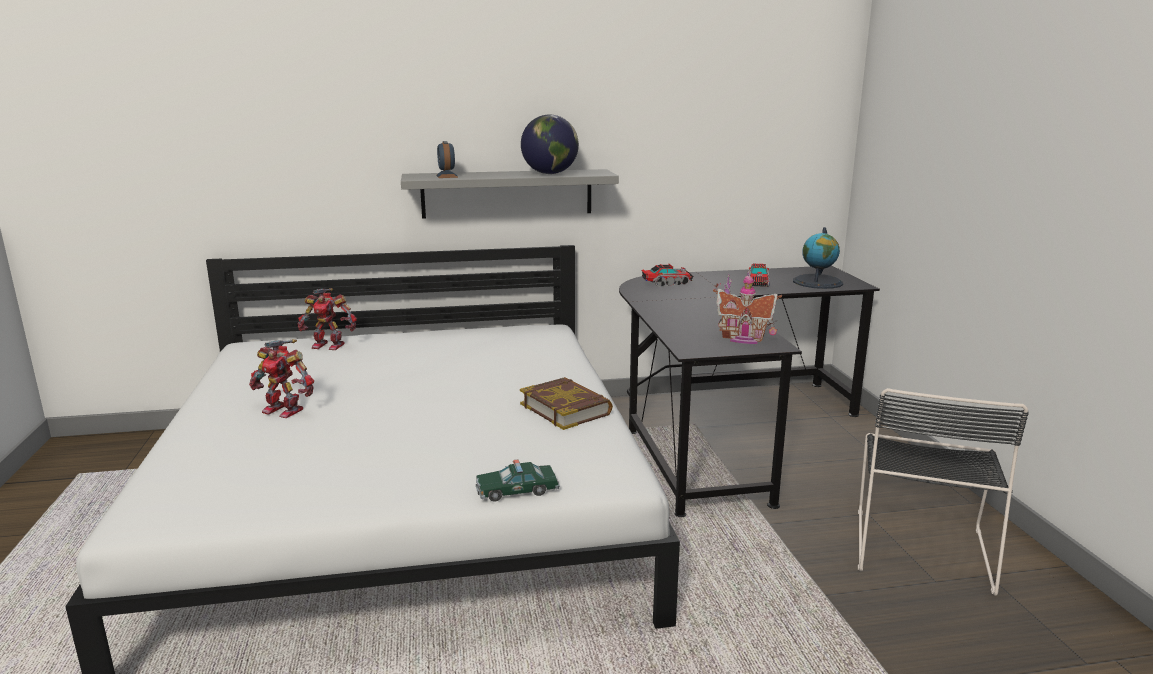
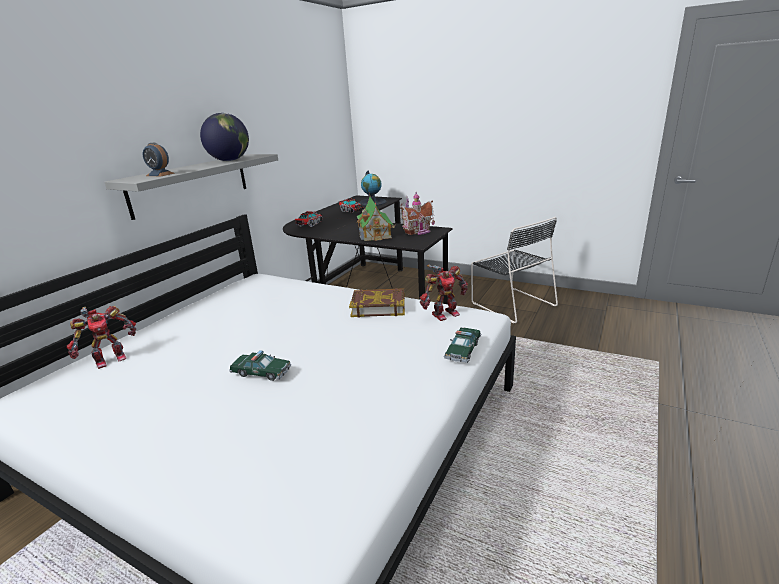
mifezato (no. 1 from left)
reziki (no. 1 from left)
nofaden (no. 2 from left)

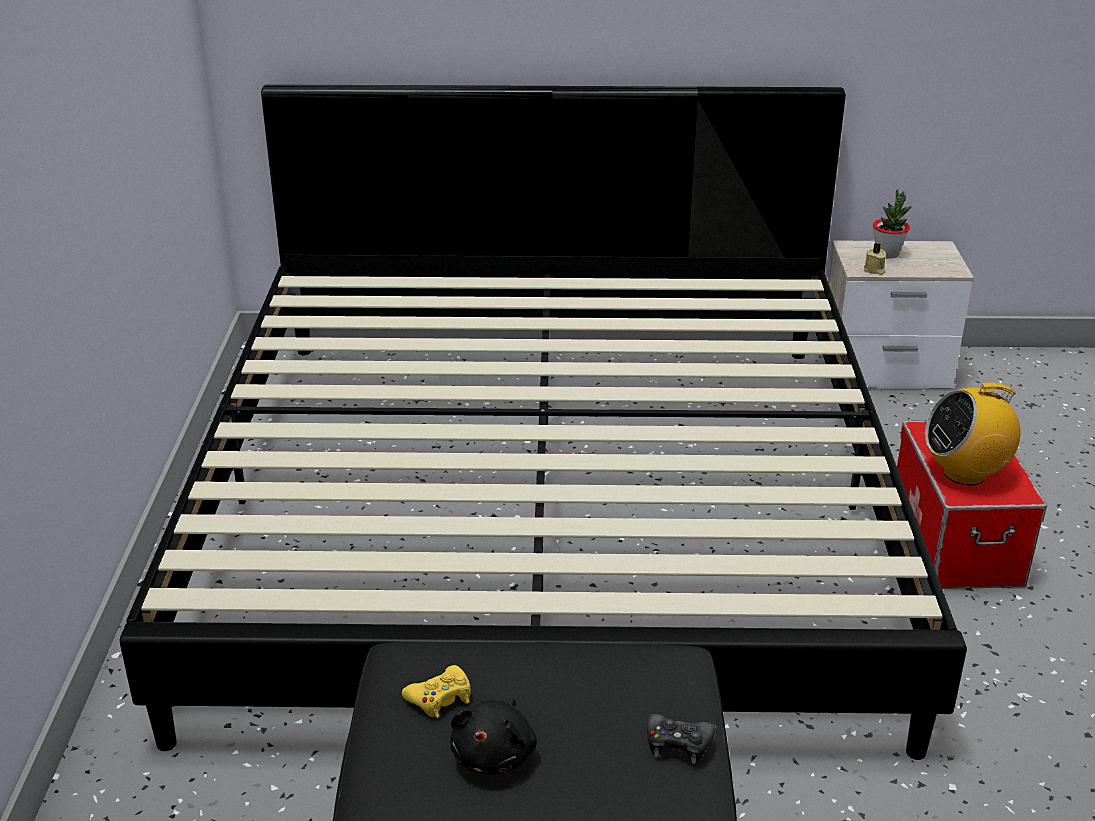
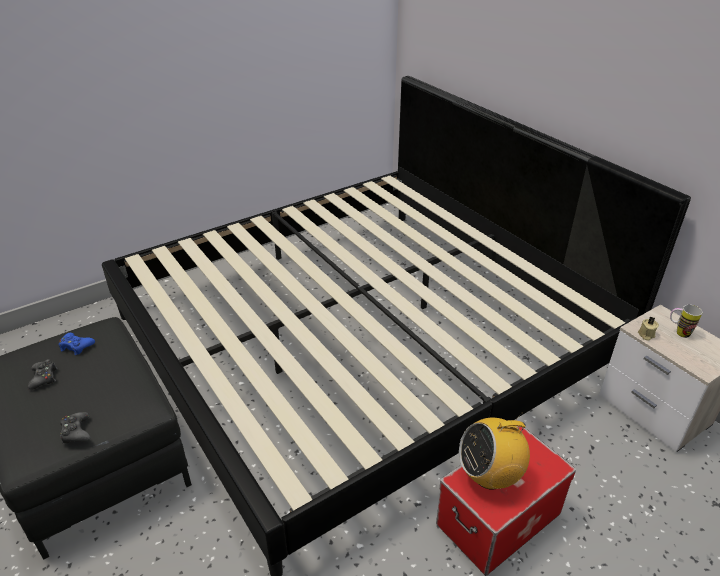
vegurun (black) (no. 1 from left)
vegurun (blue)
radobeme
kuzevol

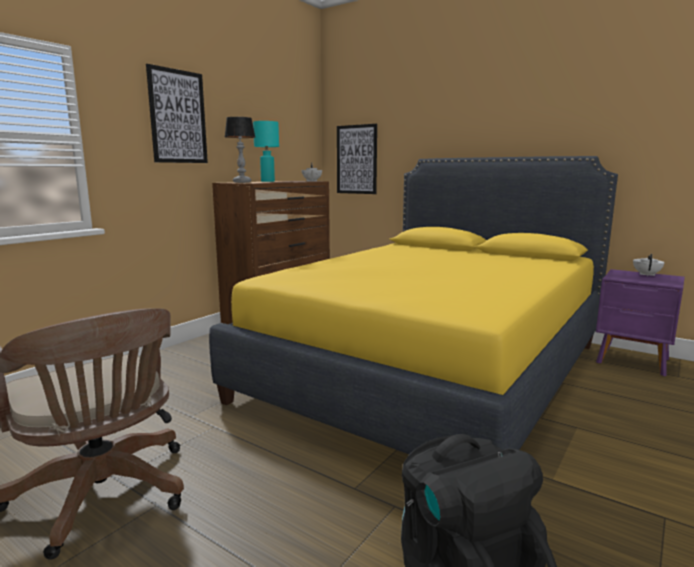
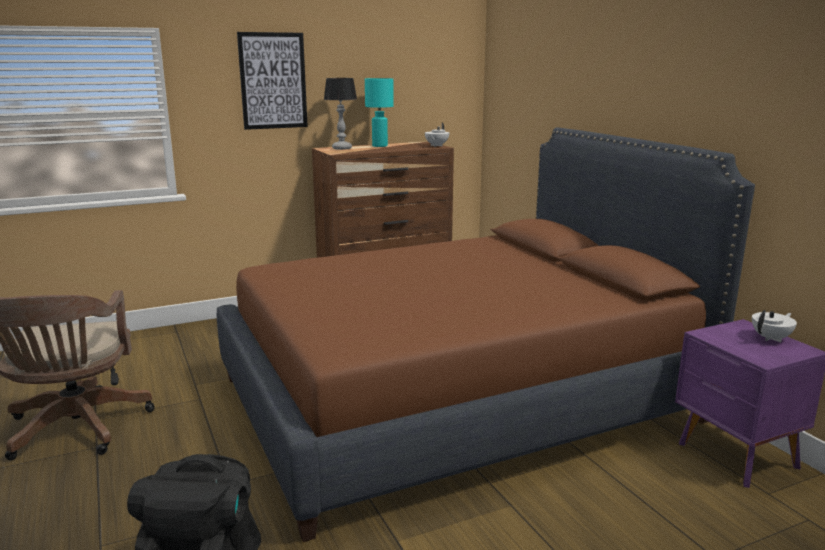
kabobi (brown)
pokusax (no. 2 from left in the first image)

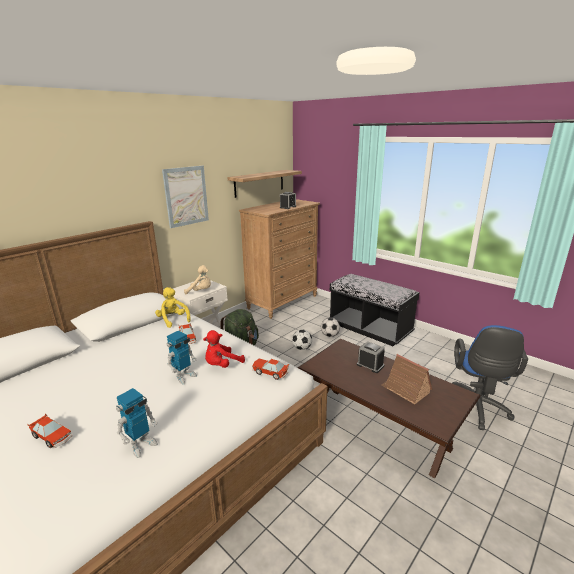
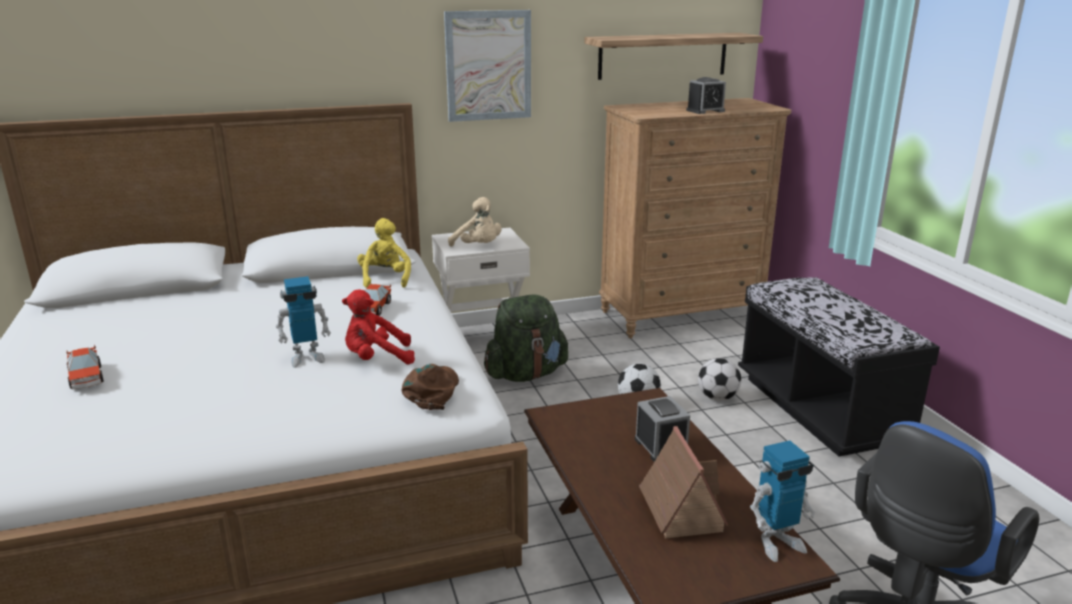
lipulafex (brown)
nofaden (no. 2 from left)

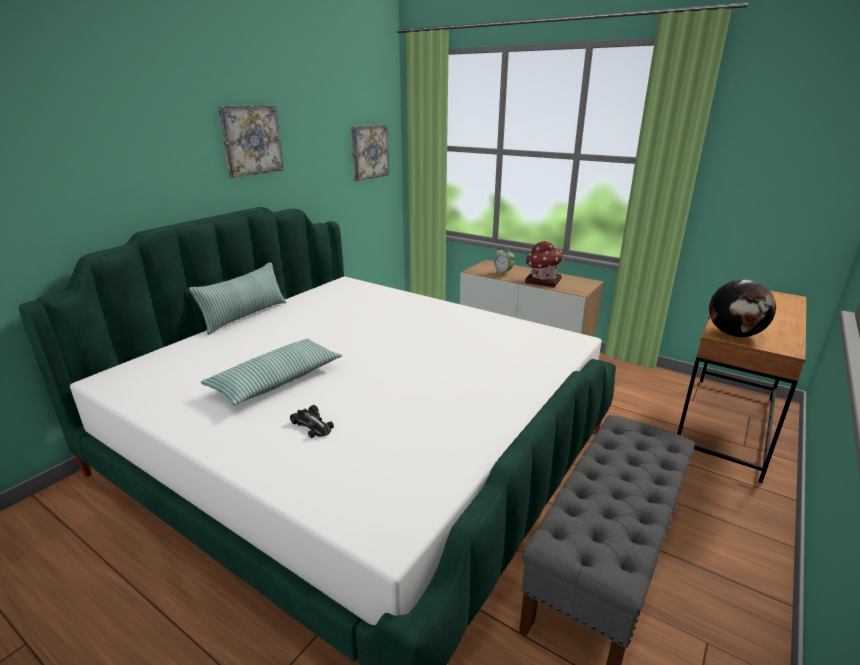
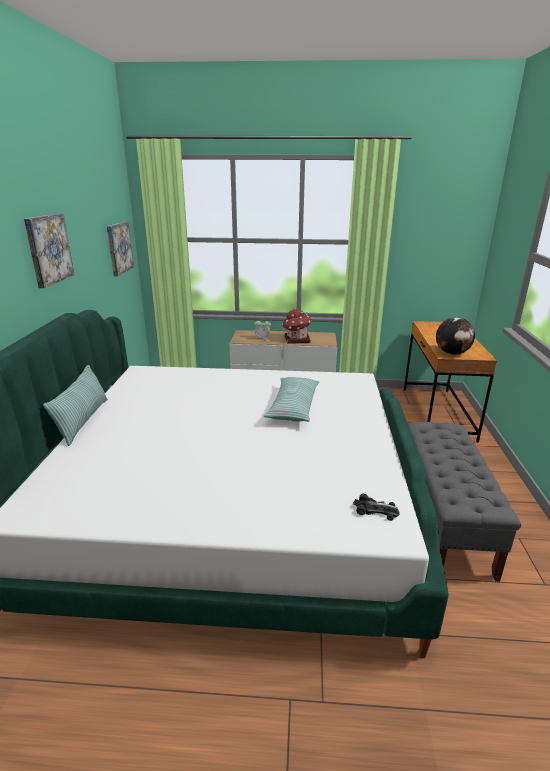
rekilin (no. 2 from left)
mifezato

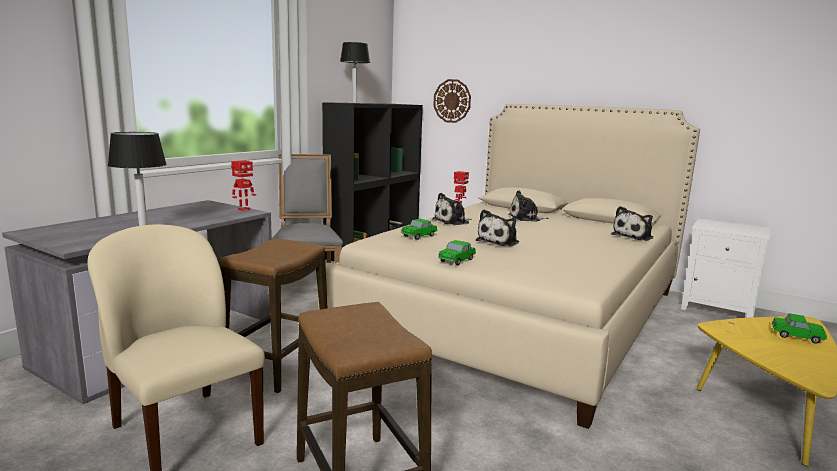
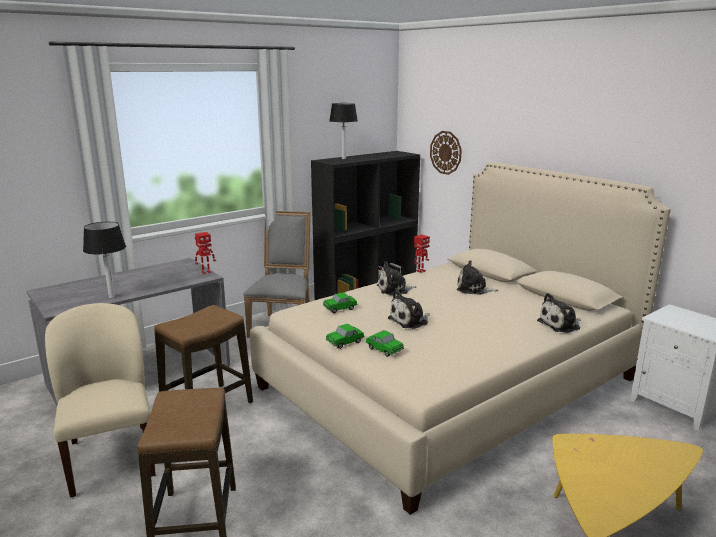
mifezato (no. 3 from left)

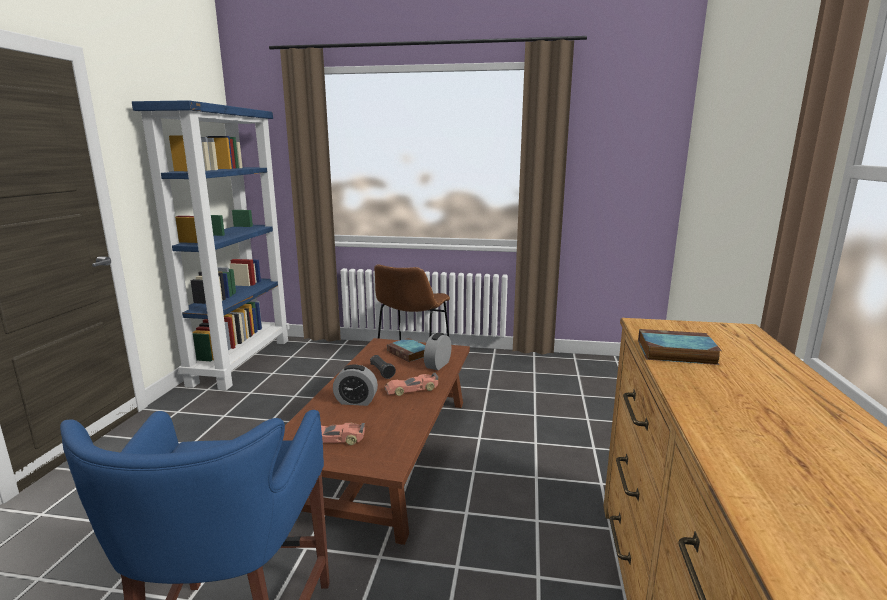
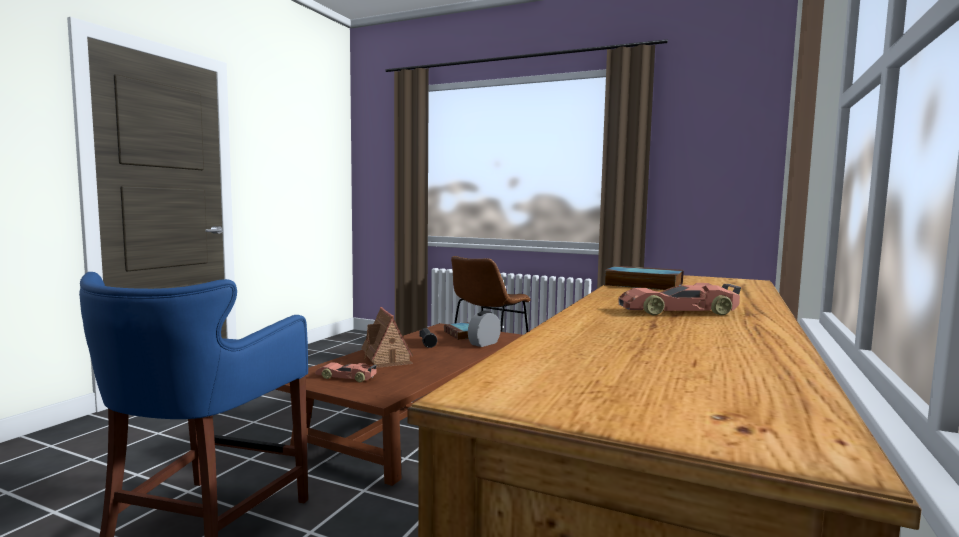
reziki
mifezato (no. 2 from left)
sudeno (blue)

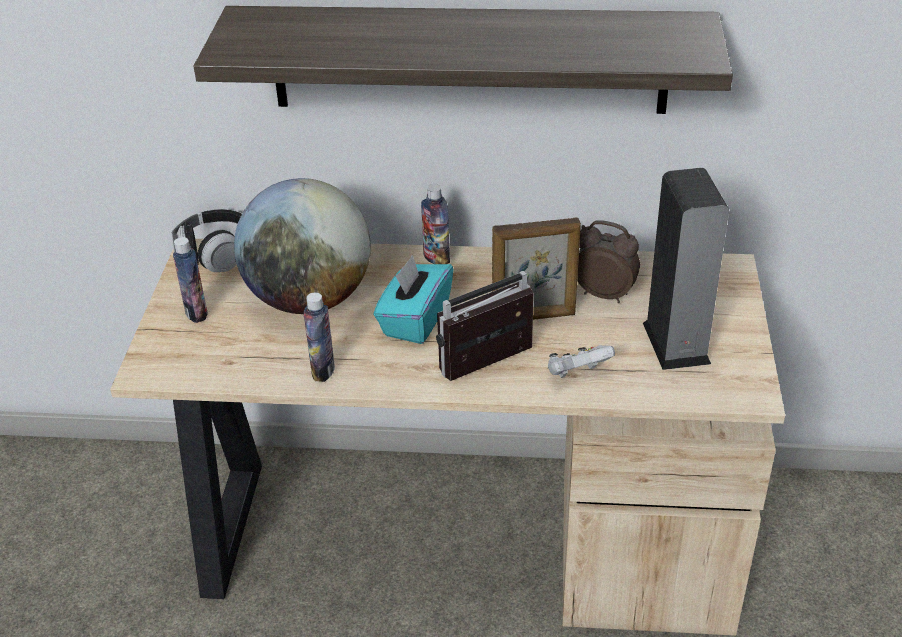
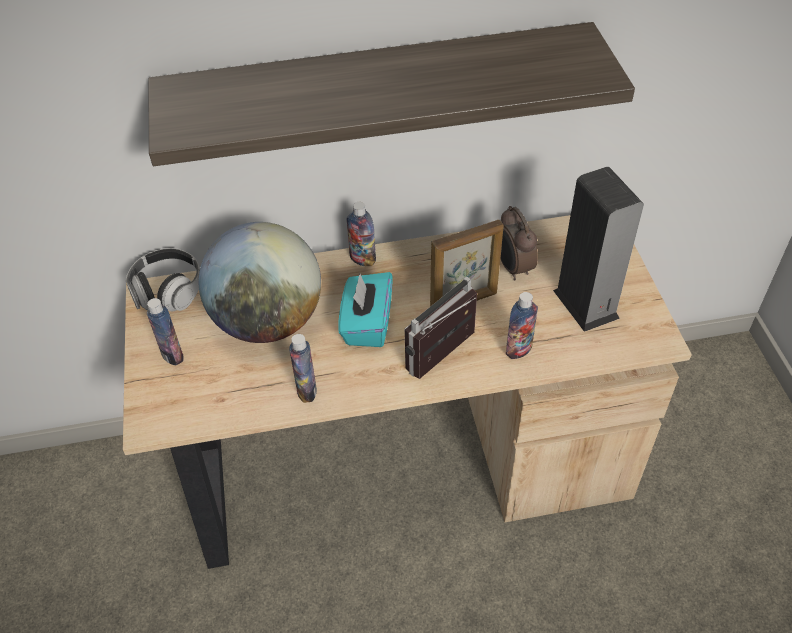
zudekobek
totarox (no. 4 from left)

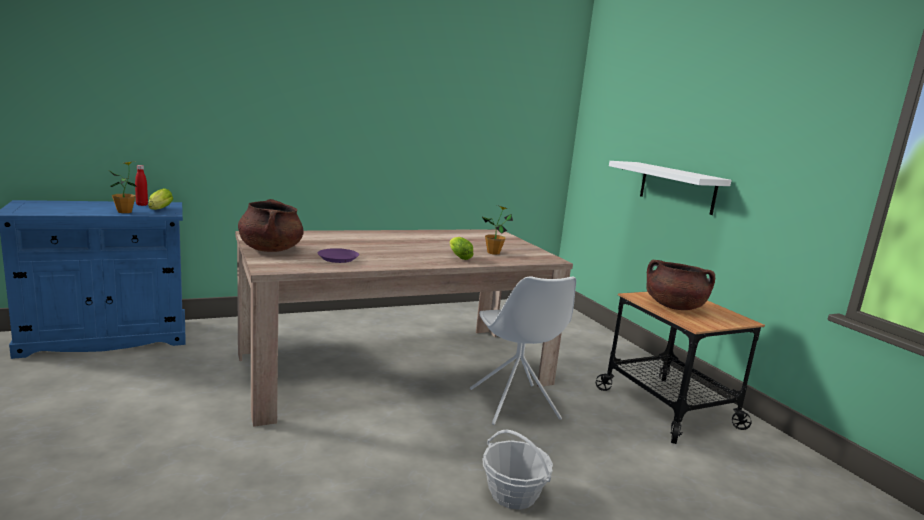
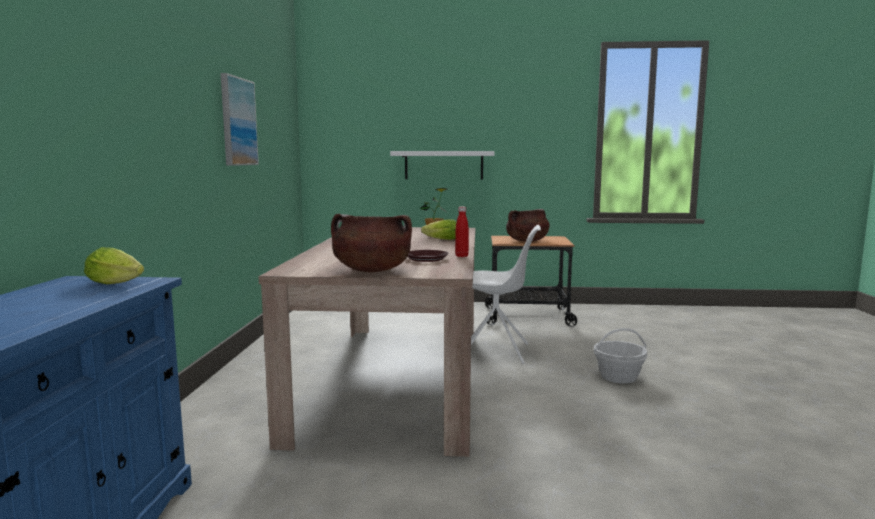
pokusax
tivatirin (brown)
totarox (red)
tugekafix (no. 1 from left in the first image)

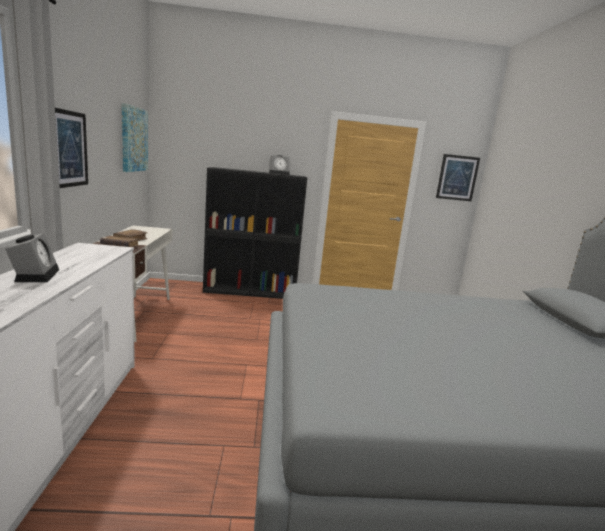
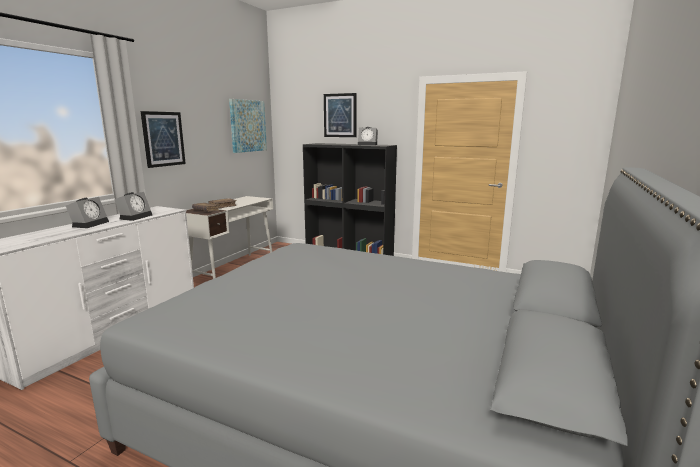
zudekobek (no. 2 from left)
pokusax (no. 3 from left)

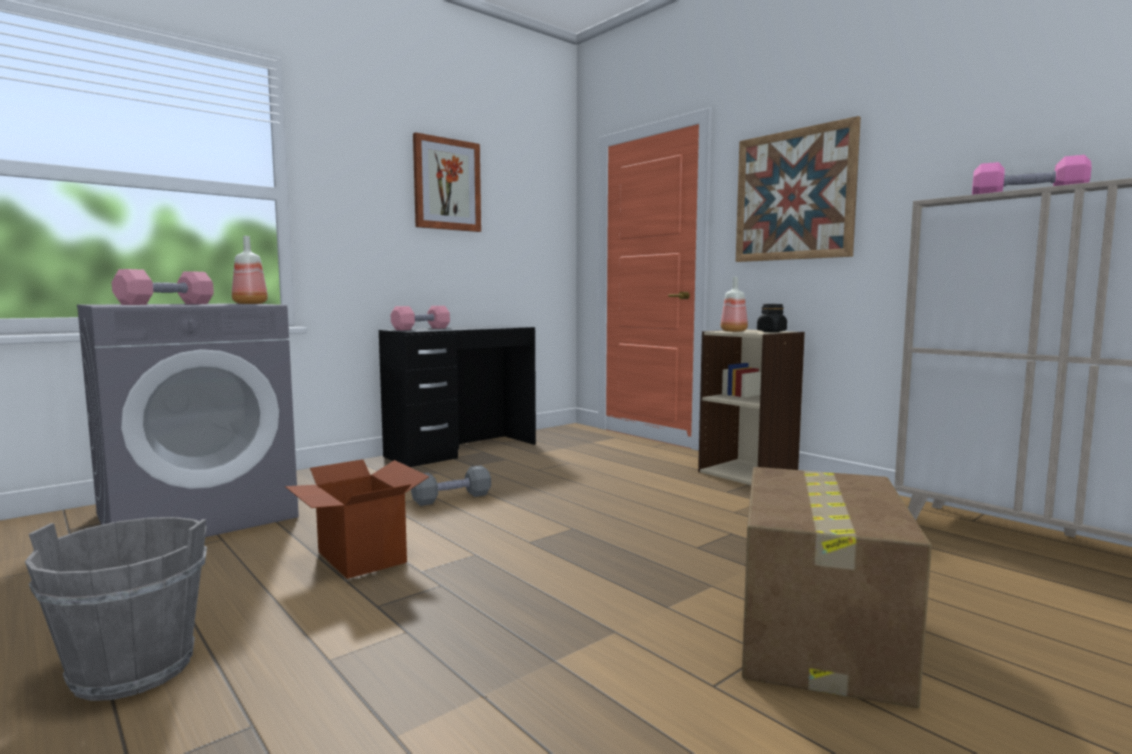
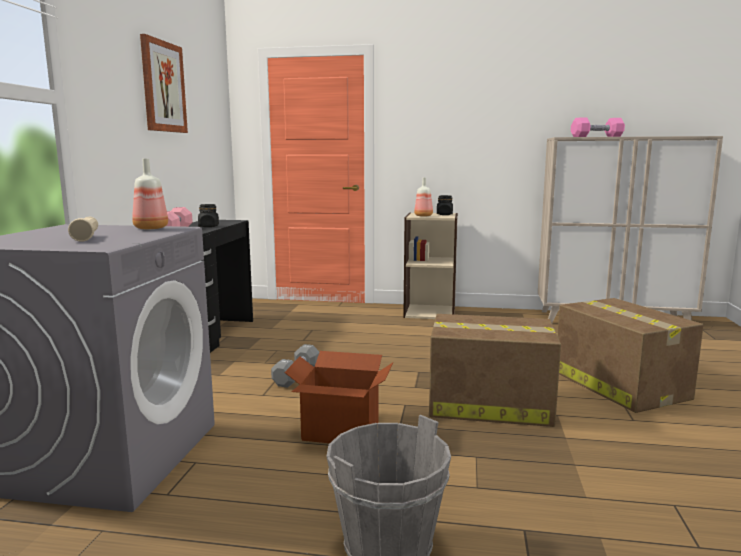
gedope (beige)
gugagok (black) (no. 1 from left)
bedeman (no. 2 from left)
pokusax (no. 2 from left in the first image)

